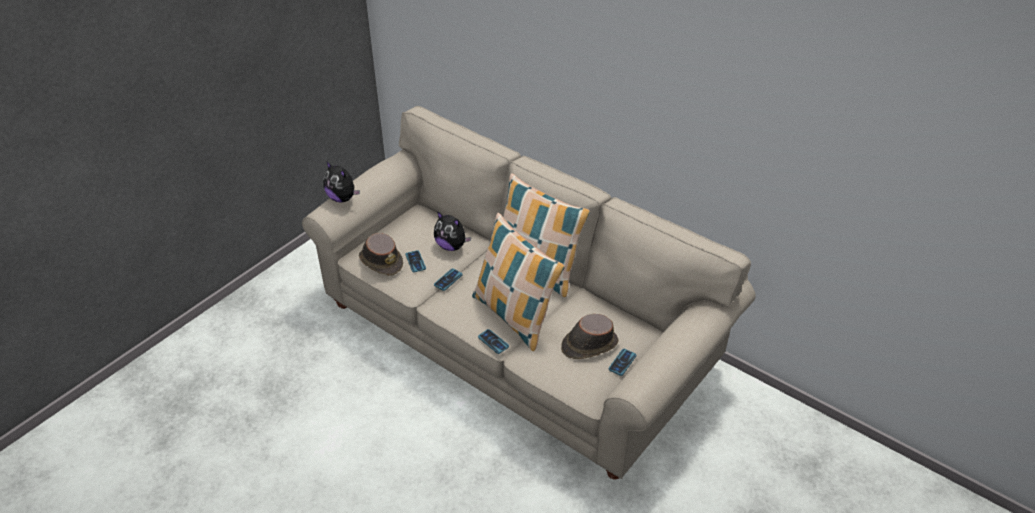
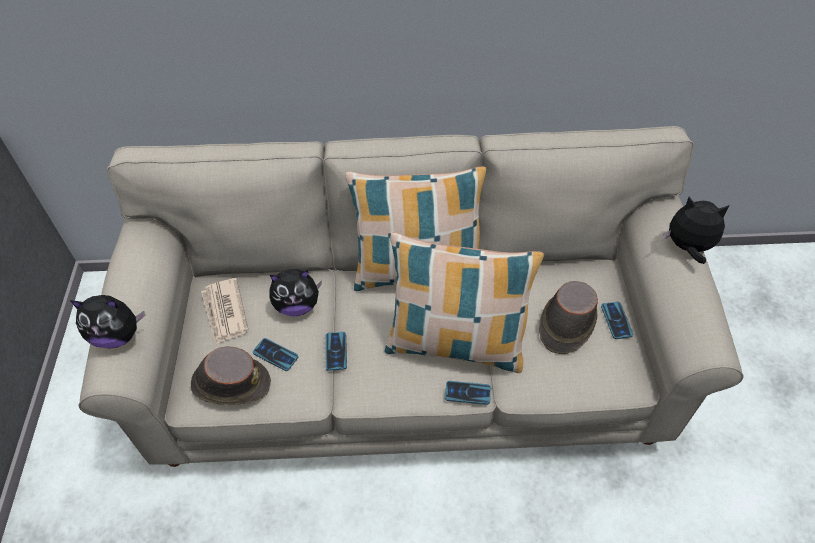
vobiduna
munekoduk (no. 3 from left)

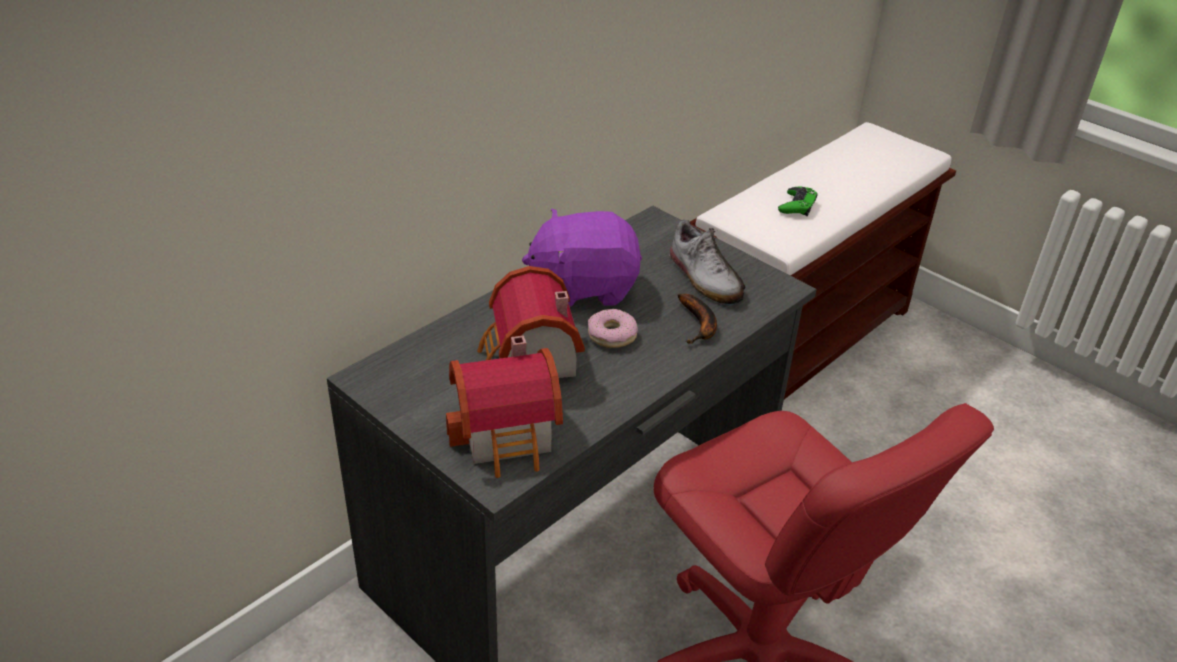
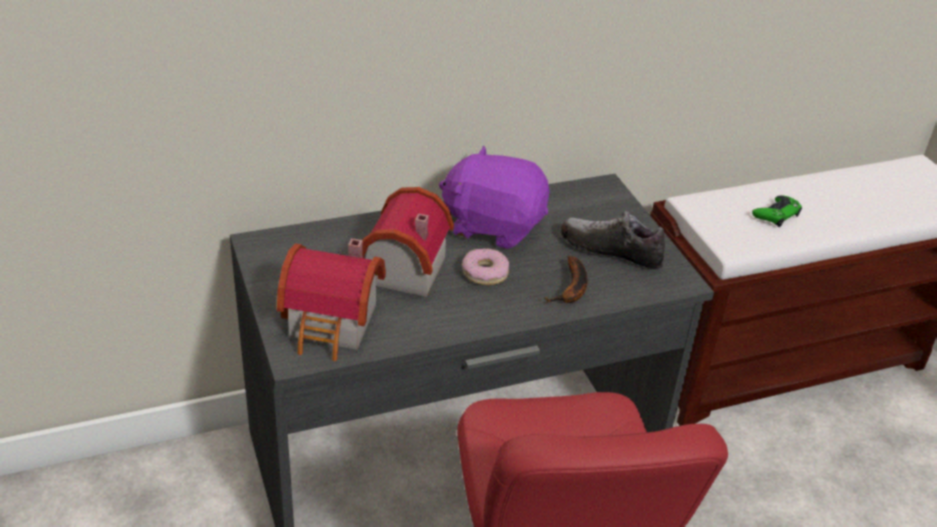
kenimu

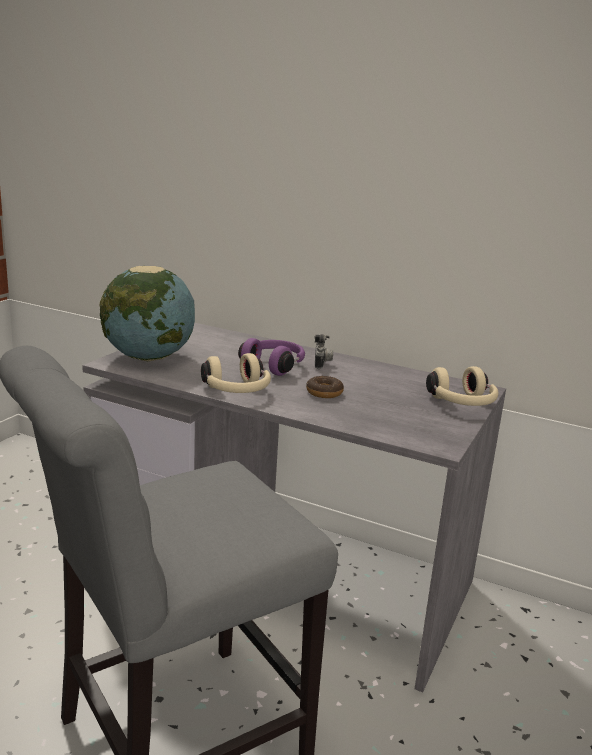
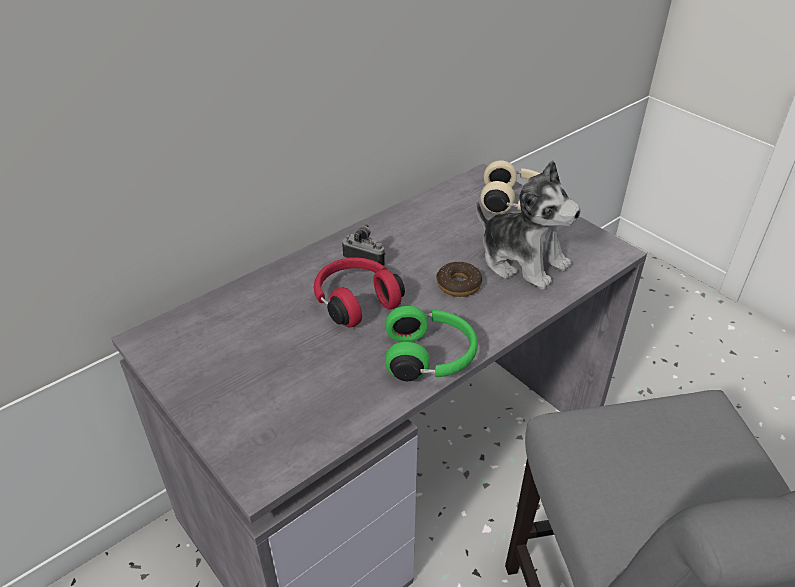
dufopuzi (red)
dufopuzi (green)
munekoduk
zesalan

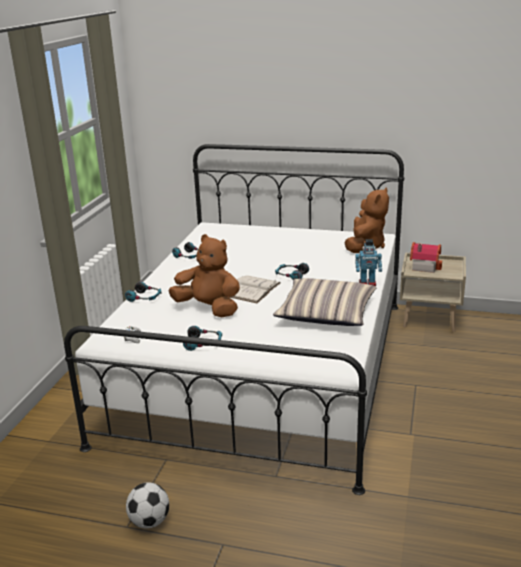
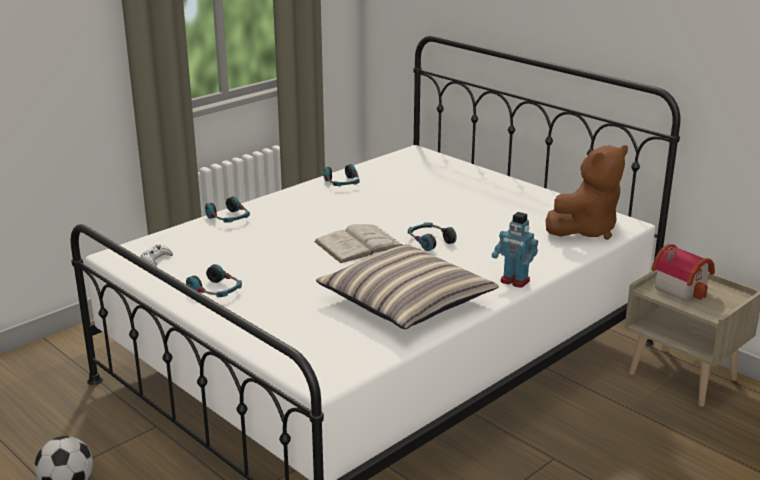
munekoduk (brown) (no. 1 from left in the first image)

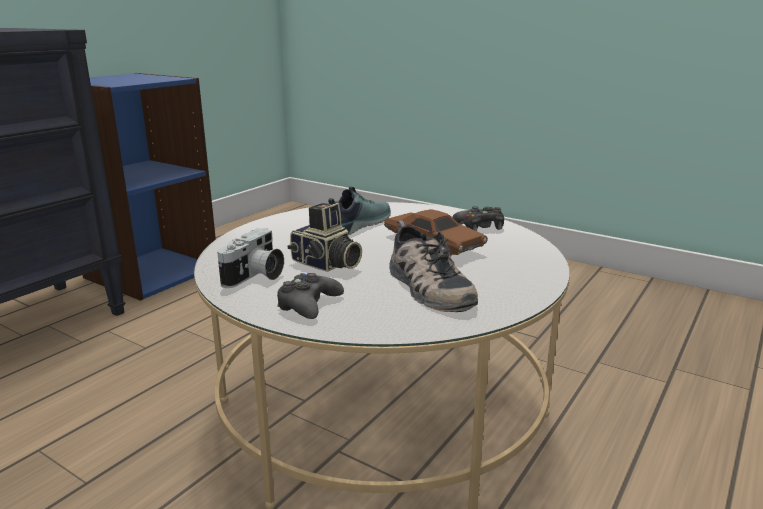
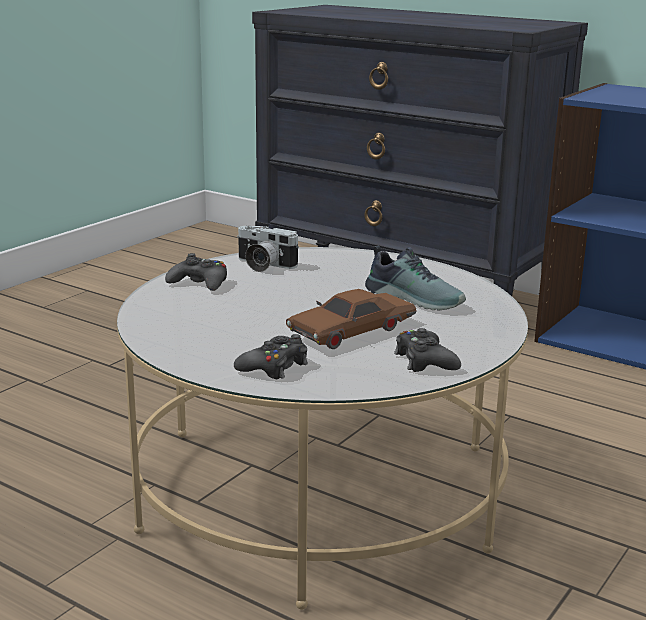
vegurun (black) (no. 2 from left)
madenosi (no. 2 from left in the first image)
kenimu (no. 2 from left in the first image)

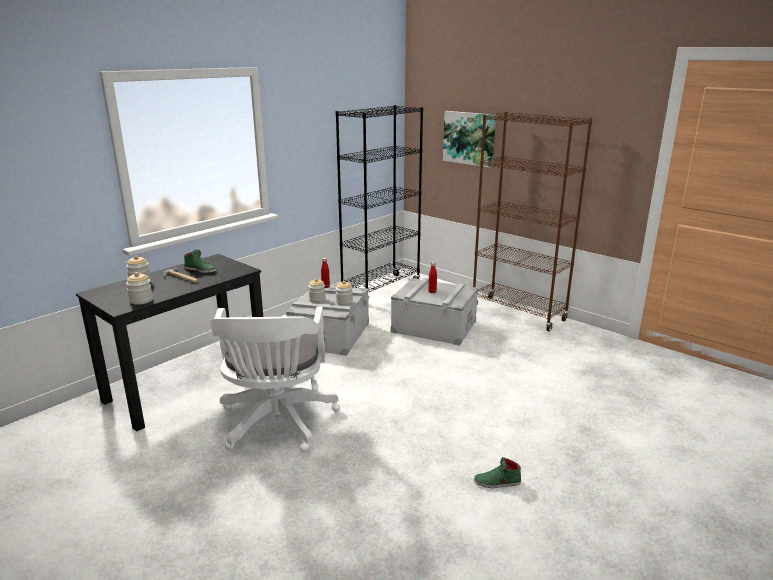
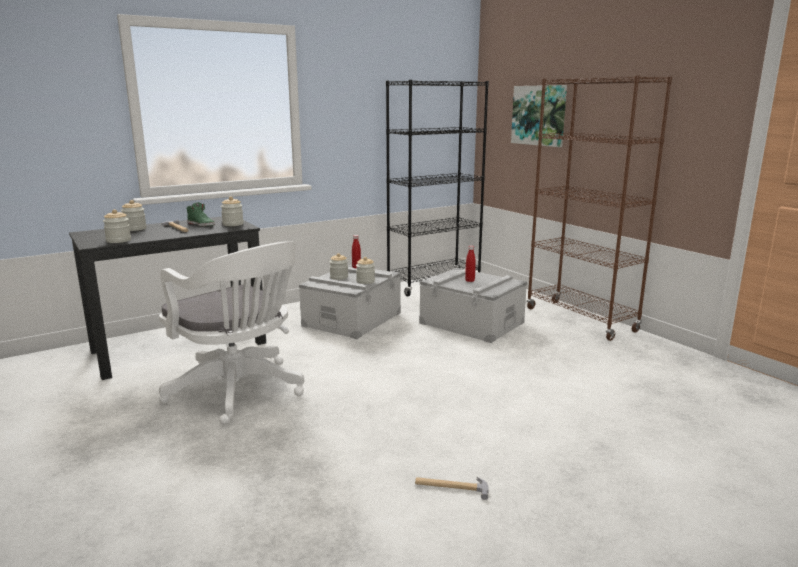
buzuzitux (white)
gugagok (no. 3 from left)
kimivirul (no. 2 from left)

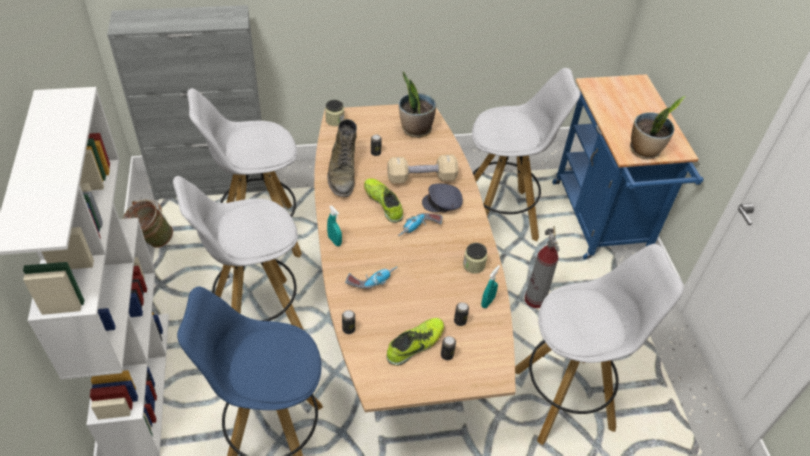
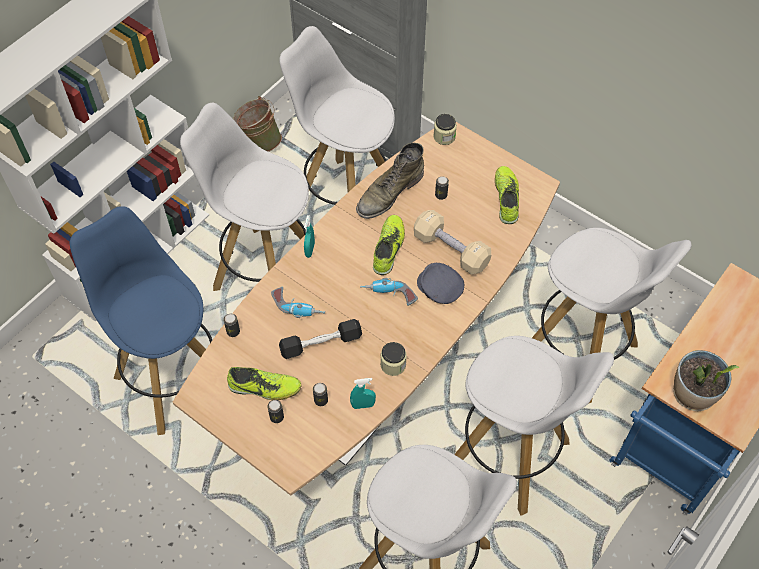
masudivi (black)
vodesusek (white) (no. 4 from left)
kenimu (no. 3 from left)

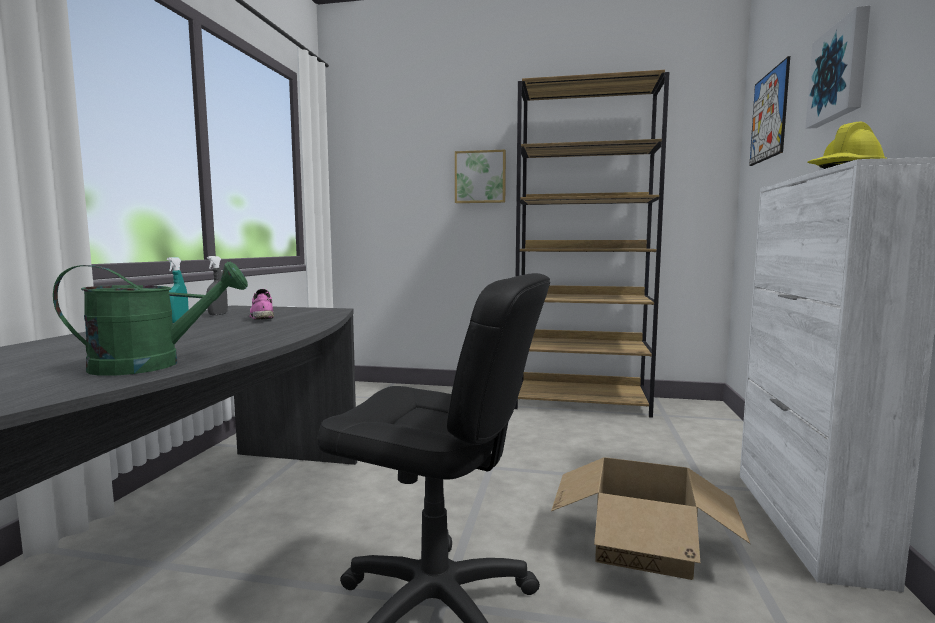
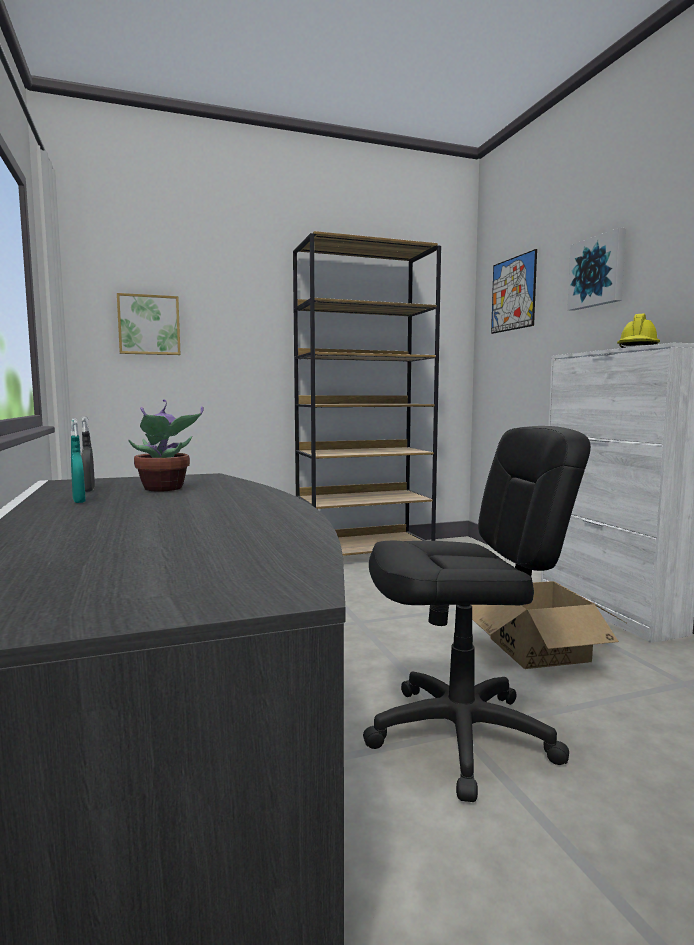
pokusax (no. 1 from left)
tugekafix
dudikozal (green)

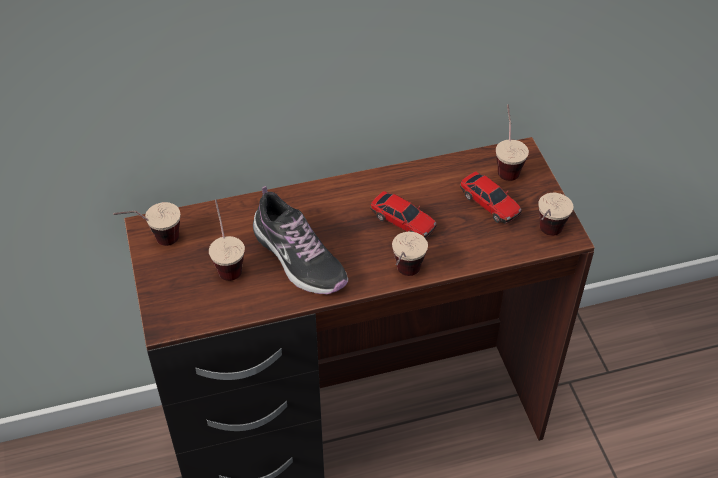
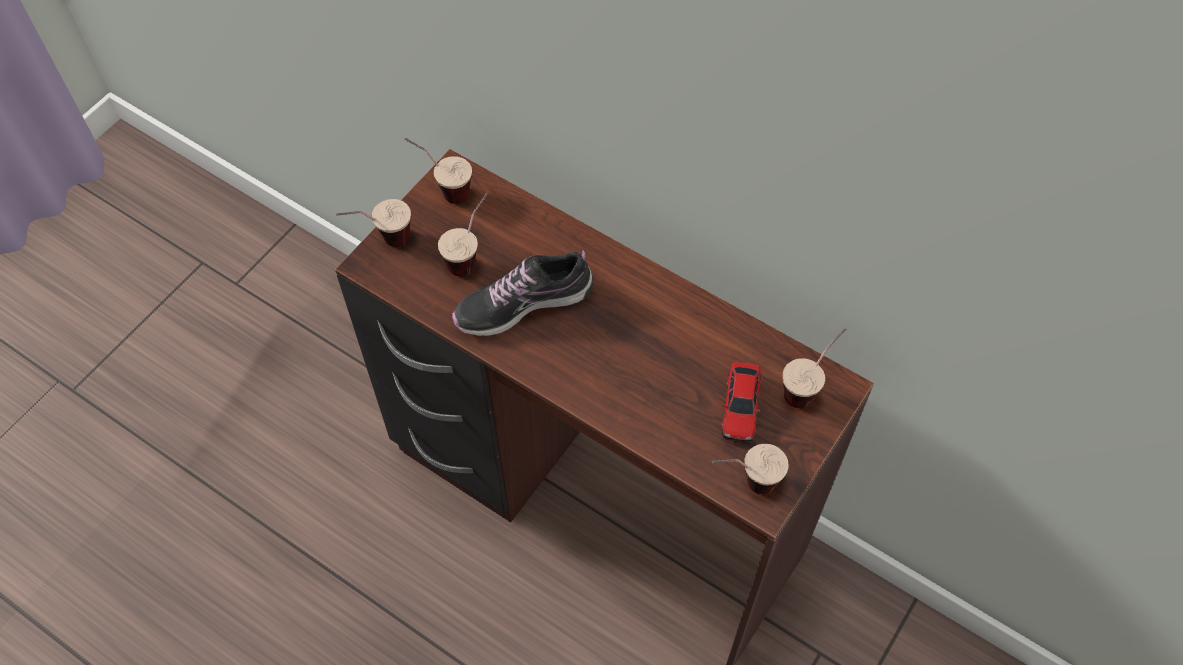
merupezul (no. 1 from left)
kenimu
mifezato (no. 1 from left in the first image)

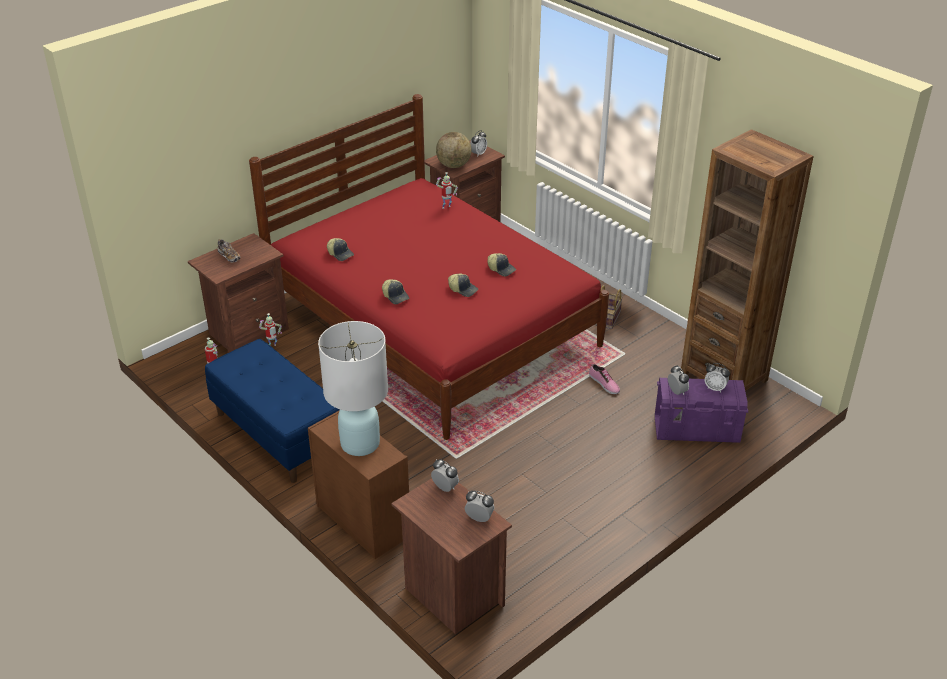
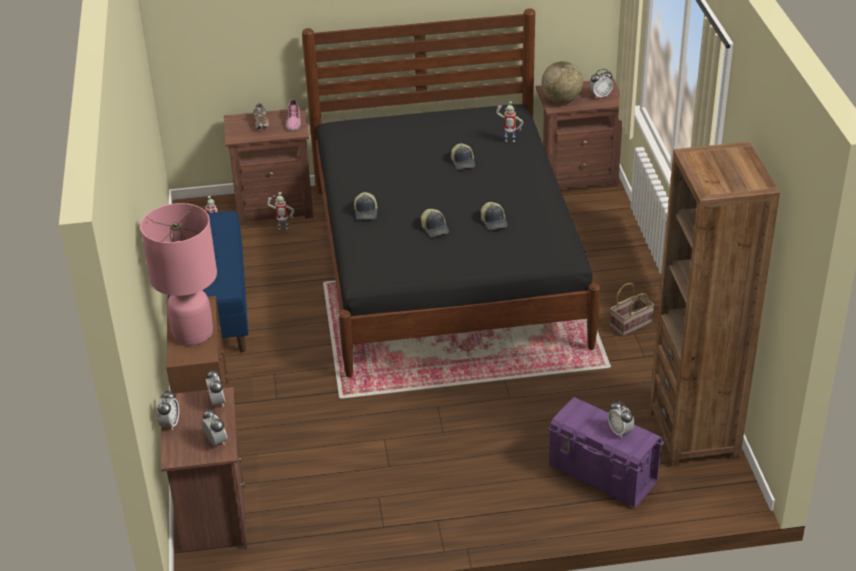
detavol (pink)
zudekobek (no. 1 from left)
kenimu (no. 2 from left)
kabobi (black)
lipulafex (no. 3 from left)

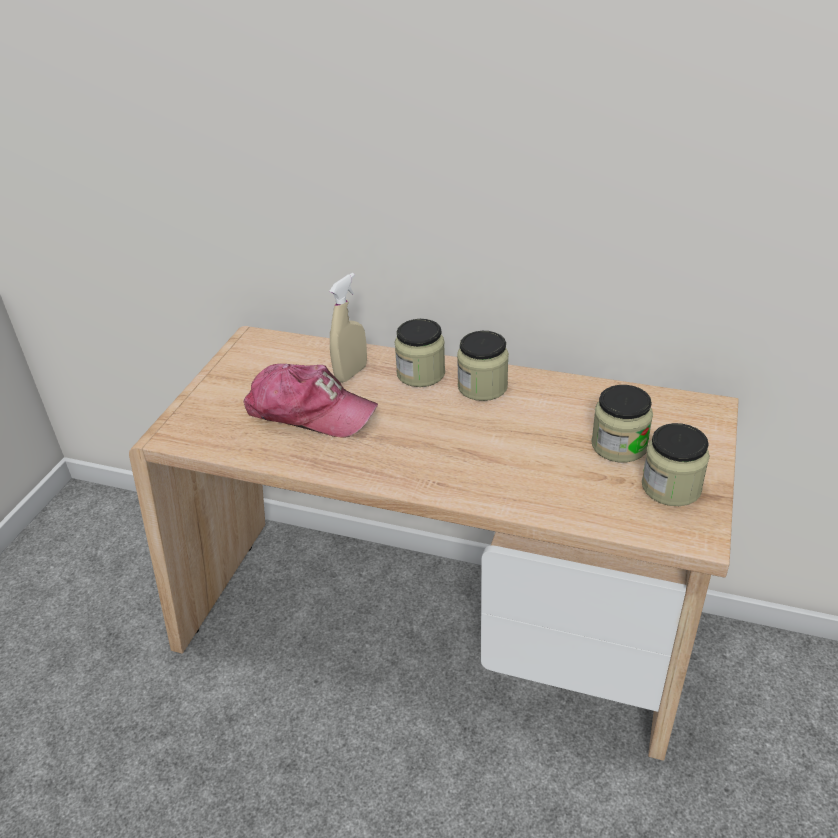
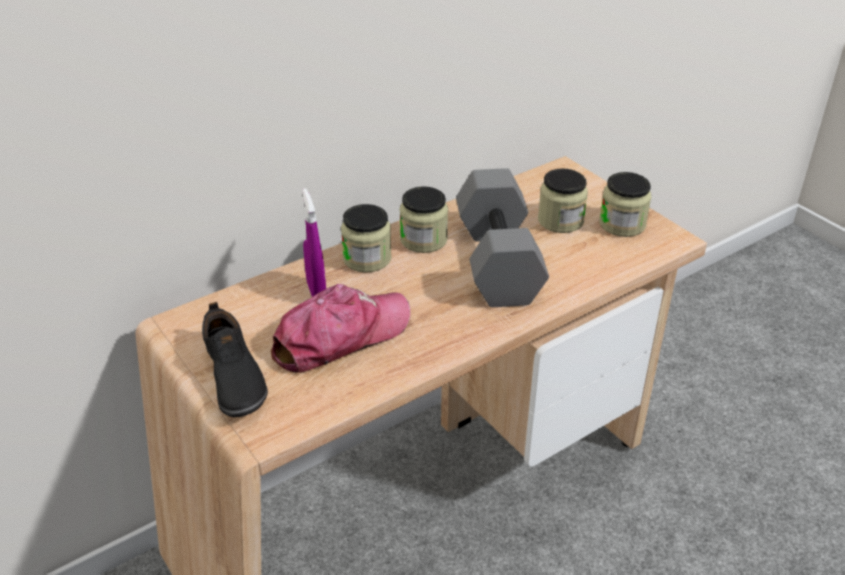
kenimu (black)
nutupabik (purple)
masudivi (grey)

